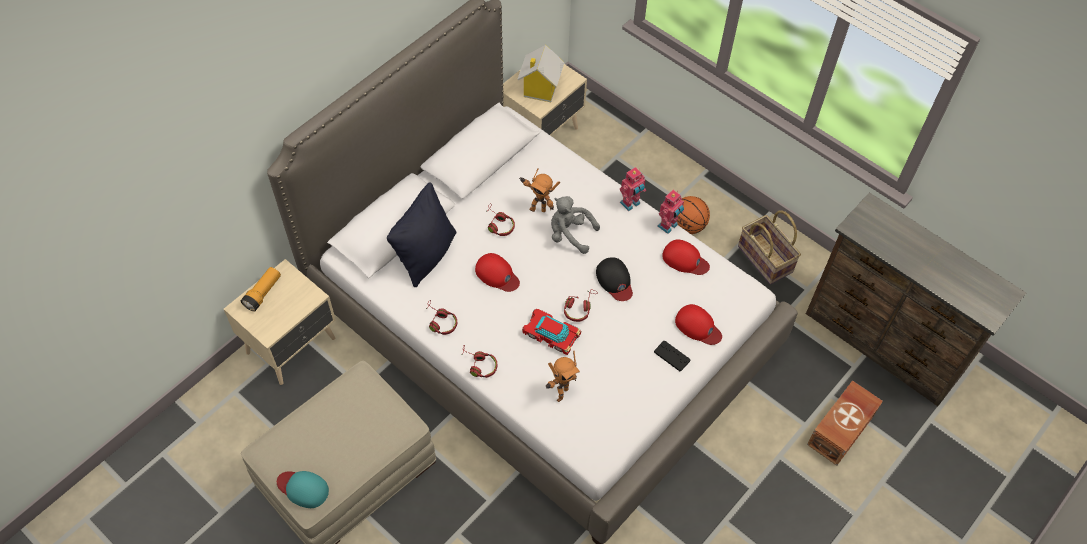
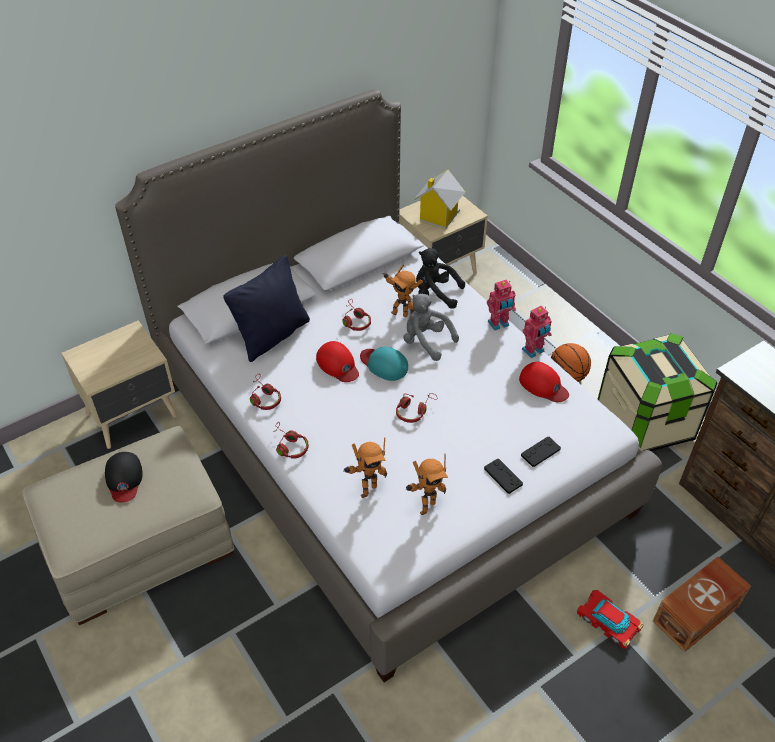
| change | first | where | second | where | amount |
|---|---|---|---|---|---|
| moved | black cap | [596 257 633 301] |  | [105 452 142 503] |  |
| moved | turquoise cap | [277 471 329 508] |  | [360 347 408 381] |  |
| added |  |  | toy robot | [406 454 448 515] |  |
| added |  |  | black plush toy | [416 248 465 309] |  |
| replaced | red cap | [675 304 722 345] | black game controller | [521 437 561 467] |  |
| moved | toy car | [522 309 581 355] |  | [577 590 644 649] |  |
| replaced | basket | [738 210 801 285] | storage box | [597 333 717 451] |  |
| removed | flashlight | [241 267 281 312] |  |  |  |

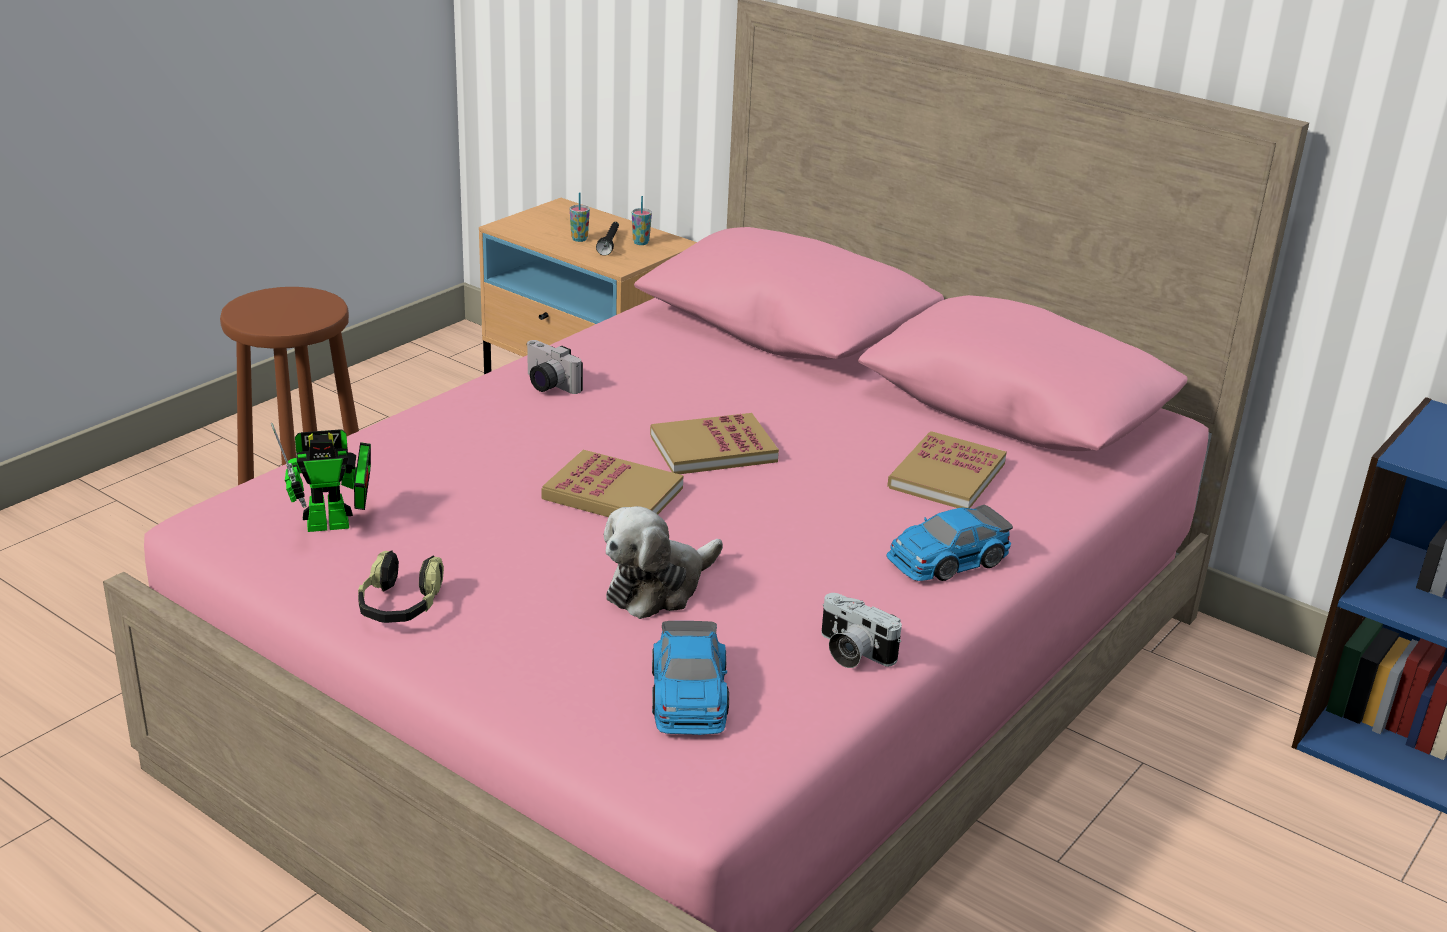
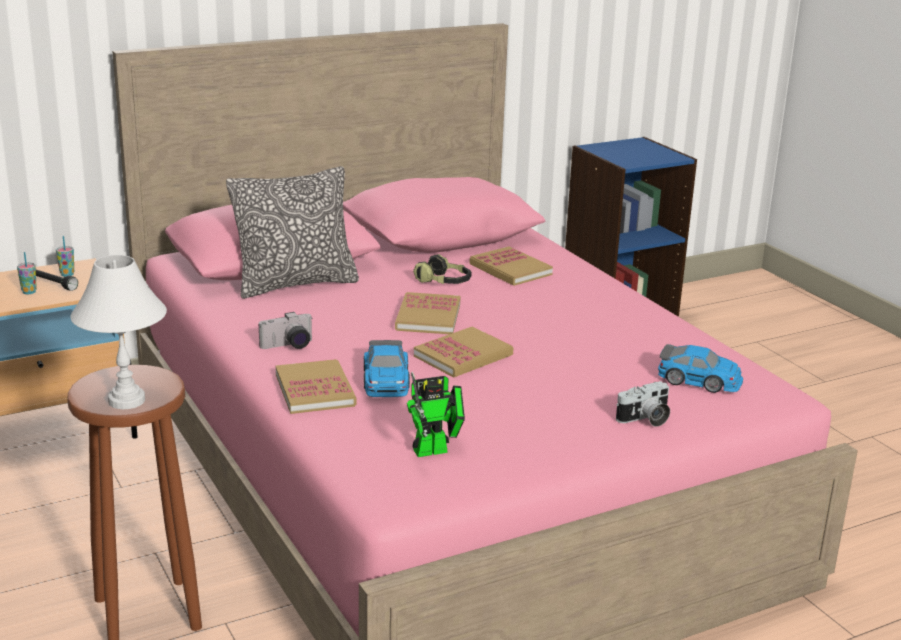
| change | first | where | second | where | amount |
|---|---|---|---|---|---|
| added |  |  | white table lamp | [71 255 167 409] |  |
| added |  |  | pillow | [226 166 359 299] |  |
| added |  |  | book | [276 359 356 414] |  |
| moved | toy car | [886 505 1013 581] |  | [364 340 410 397] |  |
| turned | toy robot | [271 423 371 532] |  | [407 372 465 457] | 60 degrees clockwise |
| moved | headphones | [358 550 444 623] |  | [413 254 472 284] |  |
| moved | photo camera | [821 593 902 668] |  | [616 381 670 427] |  |
| removed | plush toy | [604 506 723 619] |  |  |  |

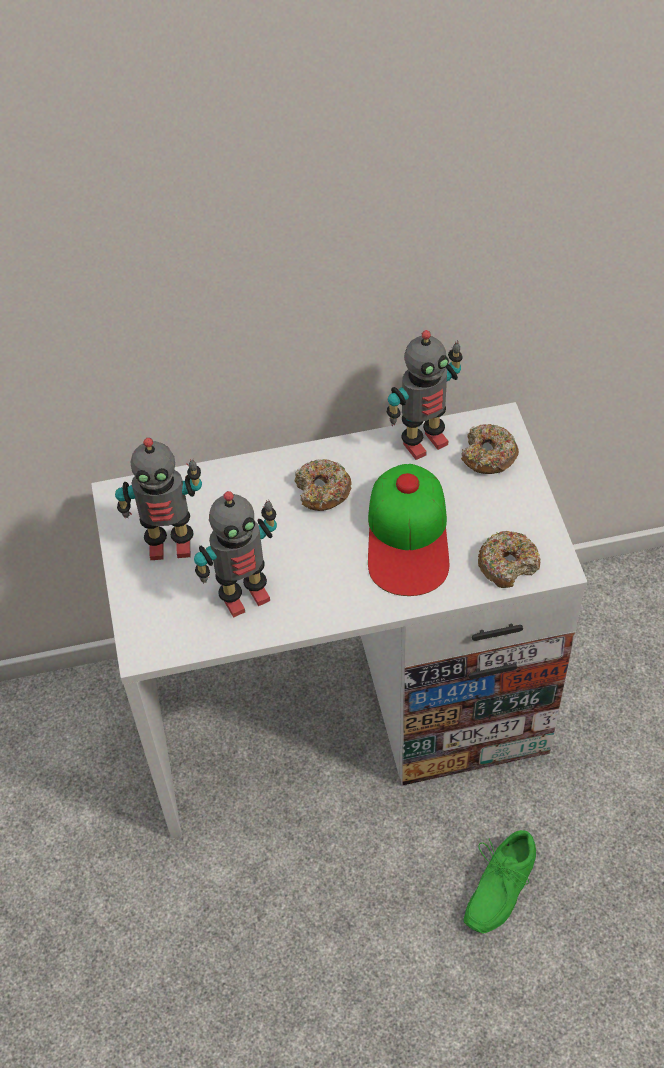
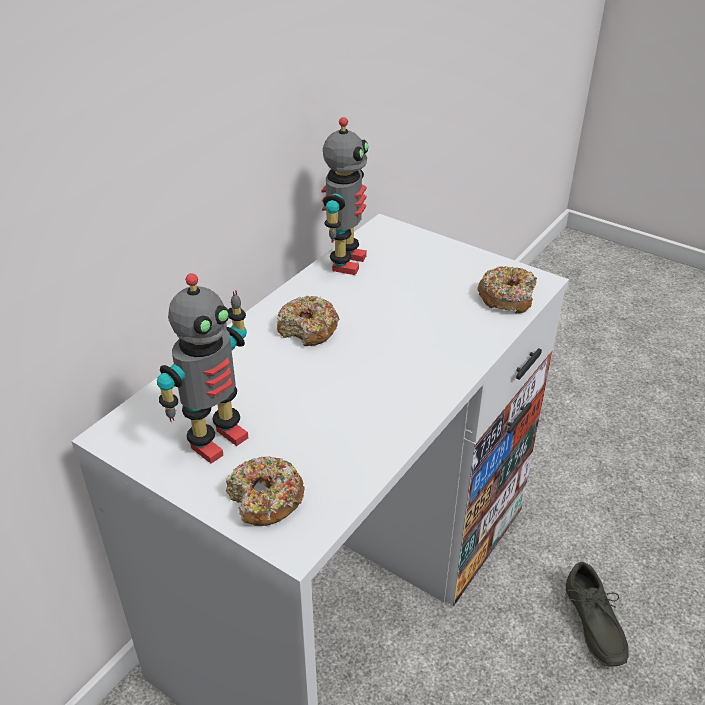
| change | first | where | second | where | amount |
|---|---|---|---|---|---|
| moved | donut | [461 424 519 474] |  | [226 456 305 526] |  |
| recoloured | green shoe | [464 830 536 934] | grey shoe | [566 562 629 667] |  |
| removed | toy robot | [194 491 277 618] |  |  |  |
| removed | cap | [368 464 449 596] |  |  |  |

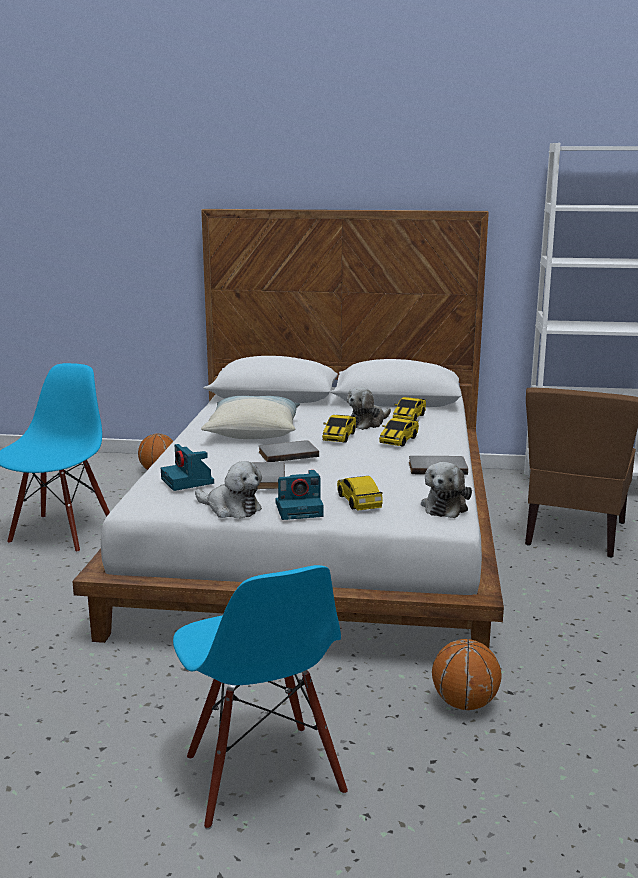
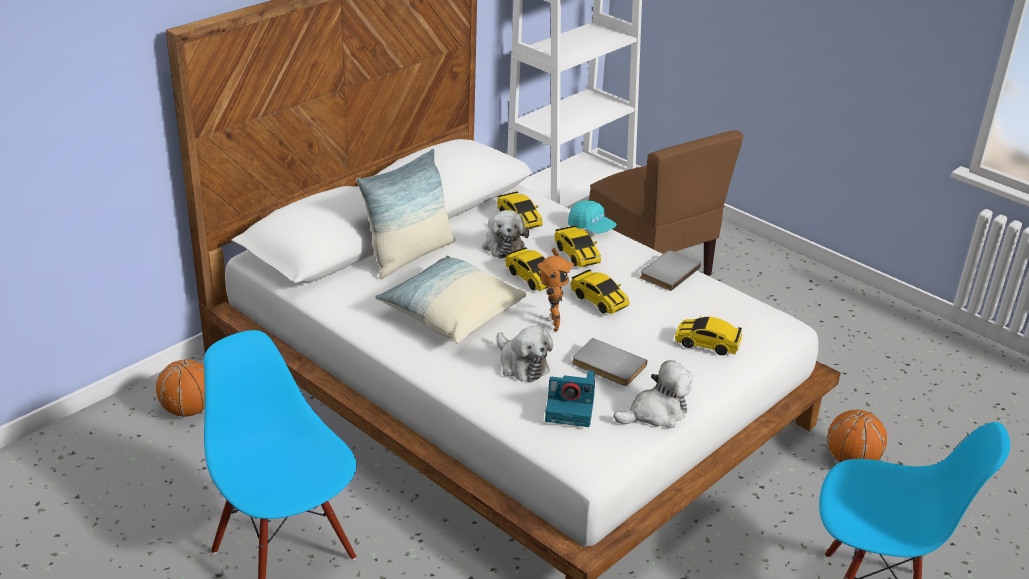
| change | first | where | second | where | amount |
|---|---|---|---|---|---|
| added |  |  | pillow | [356 149 456 279] |  |
| moved | plush toy | [421 462 472 518] |  | [496 326 553 382] |  |
| replaced | grey book | [258 440 319 462] | toy robot | [537 248 575 332] |  |
| added |  |  | turquoise cap | [568 201 617 234] |  |
| added |  |  | toy car | [570 269 630 314] |  |
| removed | photo camera | [275 470 324 520] |  |  |  |

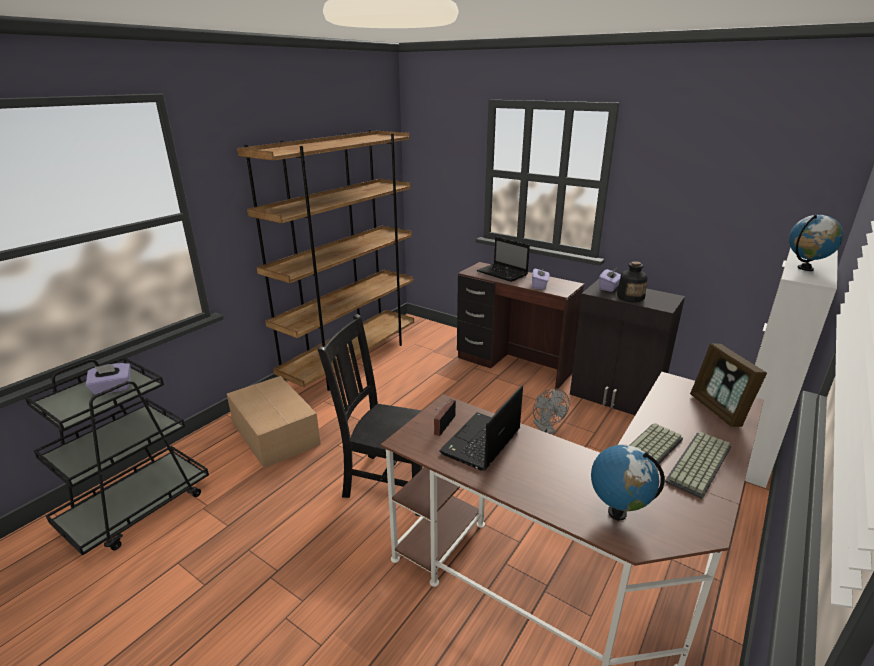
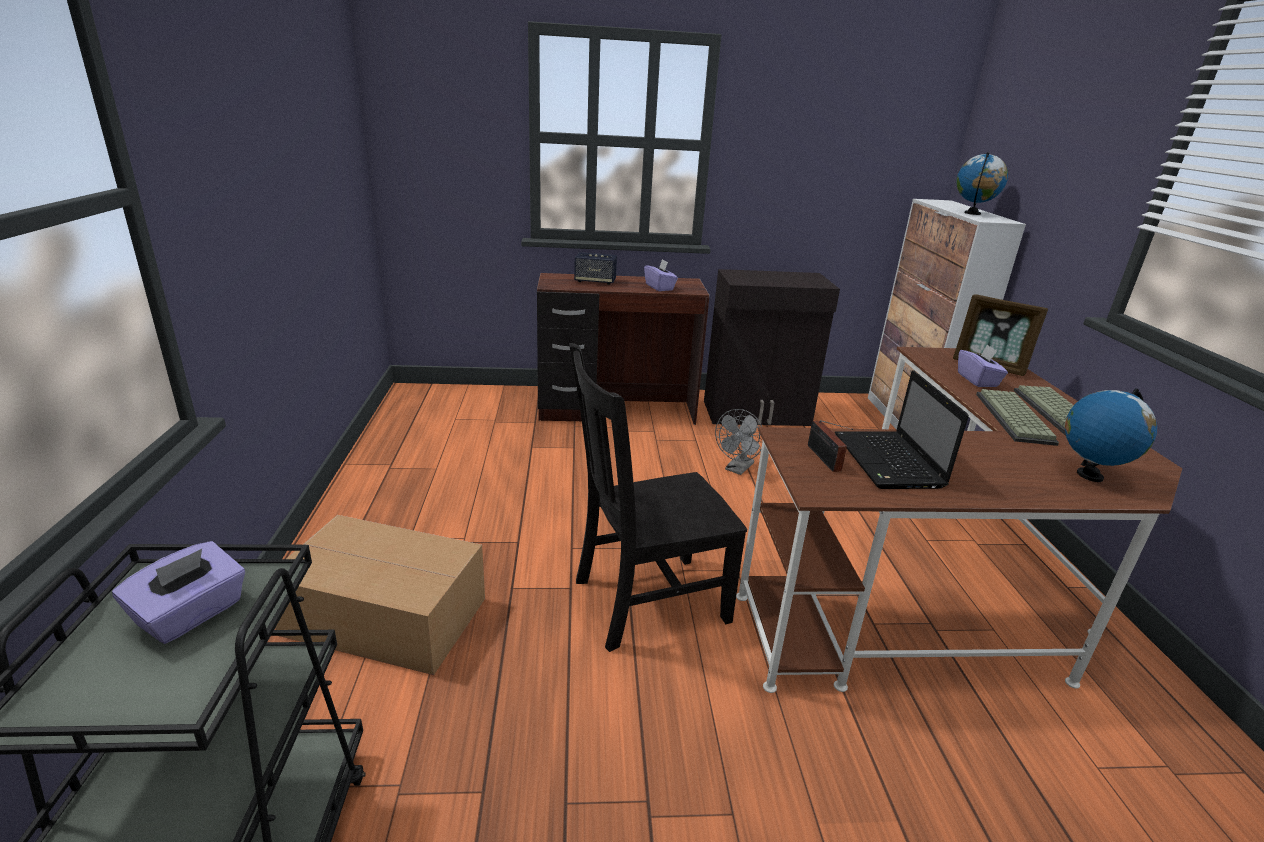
| change | first | where | second | where | amount |
|---|---|---|---|---|---|
| replaced | laptop | [477 237 530 282] | speaker | [574 252 617 285] |  |
| turned | grey fan | [533 388 569 434] |  | [715 409 763 475] | 90 degrees clockwise |
| moved | purple tissue box | [599 268 621 292] |  | [958 344 1008 387] |  |
| removed | brown bookcase | [237 130 414 391] |  |  |  |
| removed | bottle | [617 261 647 302] |  |  |  |

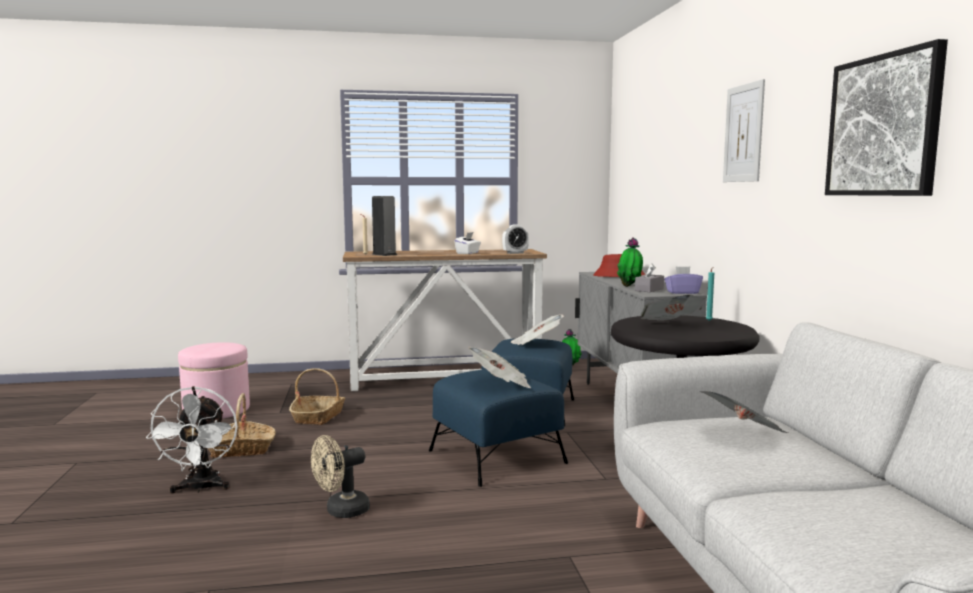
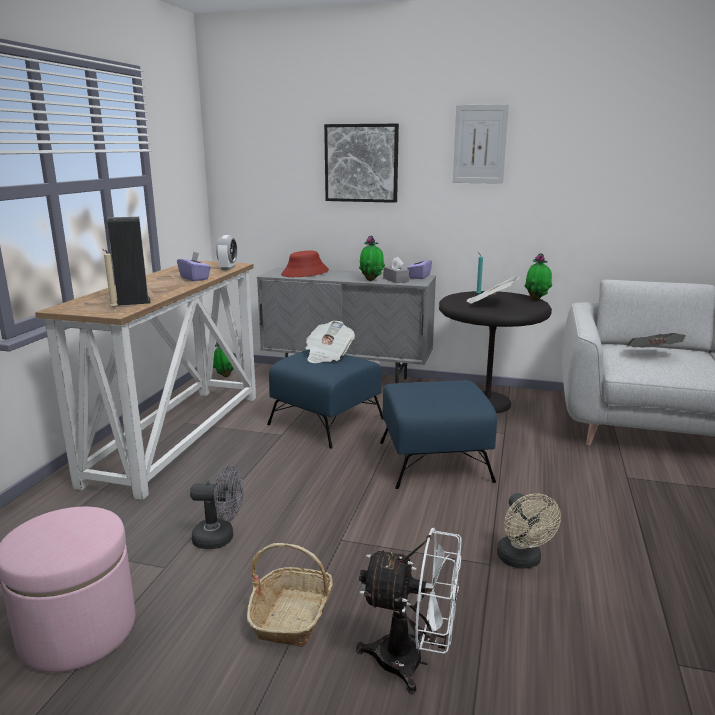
| change | first | where | second | where | amount |
|---|---|---|---|---|---|
| recoloured | white tissue box | [454 232 481 254] | purple tissue box | [177 251 211 281] |  |
| replaced | basket | [289 368 345 425] | grey fan | [190 465 244 549] |  |
| moved | picture | [825 39 948 196] |  | [324 124 399 203] |  |
| added |  |  | potted plant | [525 253 552 300] |  |
| removed | newspaper | [468 347 531 388] |  |  |  |

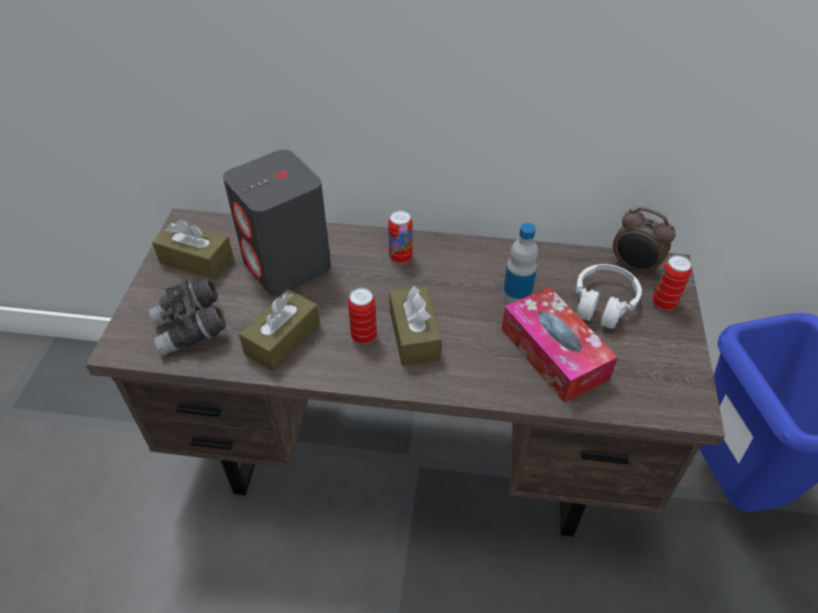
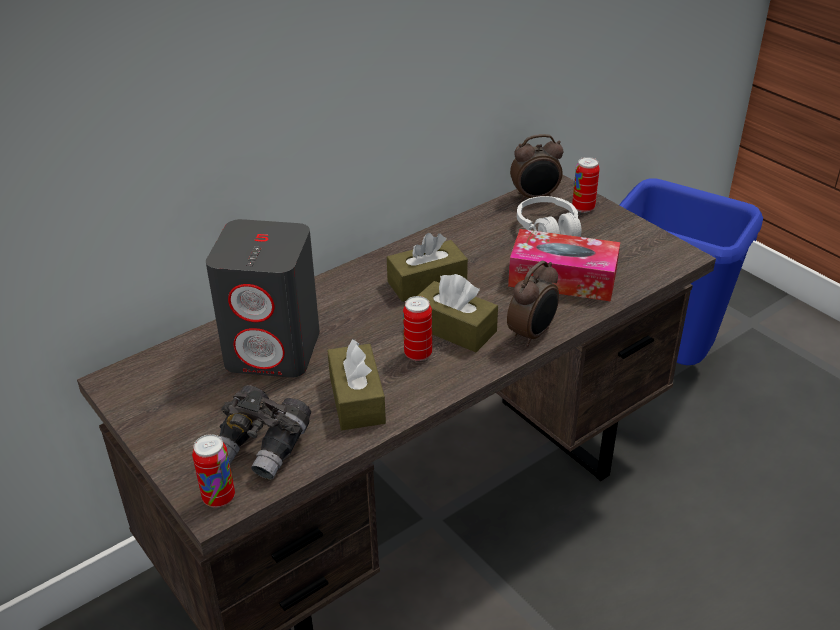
| change | first | where | second | where | amount |
|---|---|---|---|---|---|
| moved | can | [388 210 413 264] |  | [192 434 235 508] |  |
| moved | brown tissue box | [152 219 234 280] |  | [387 233 468 302] |  |
| added |  |  | alarm clock | [507 260 559 347] |  |
| removed | bottle | [502 223 538 305] |  |  |  |

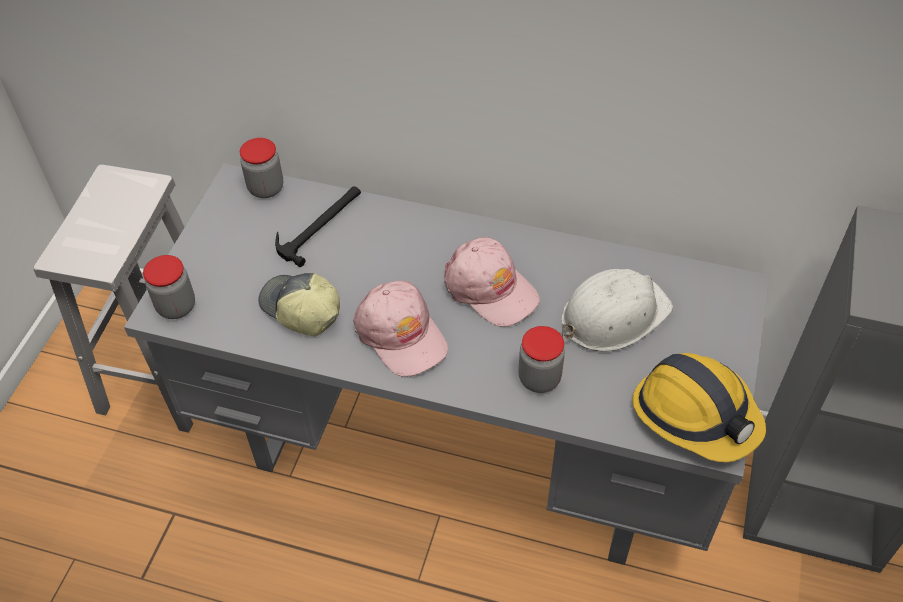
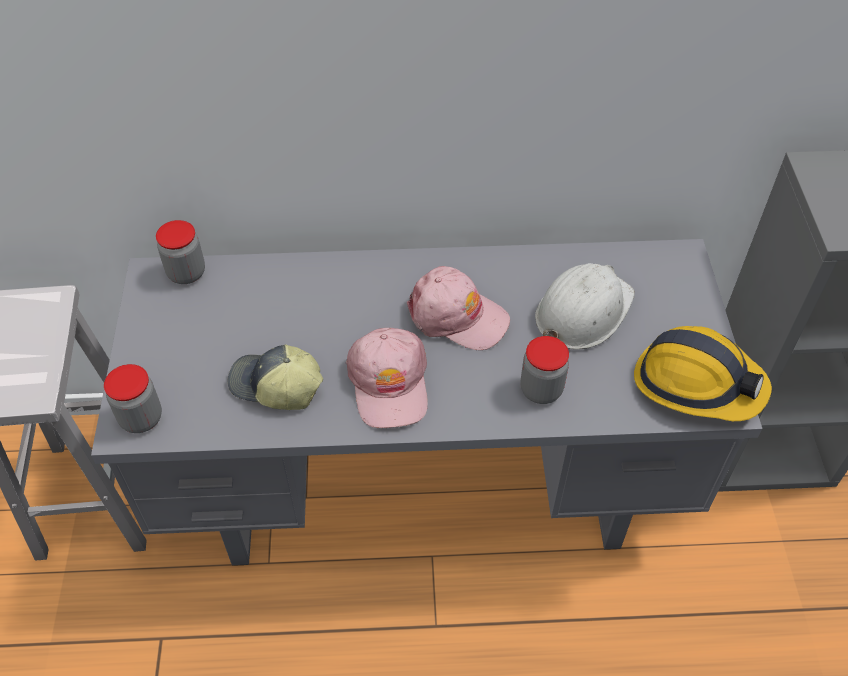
| change | first | where | second | where | amount |
|---|---|---|---|---|---|
| turned | pink cap | [353 281 448 377] |  | [346 328 428 428] | 45 degrees clockwise |
| removed | hammer | [275 186 361 267] |  |  |  |

